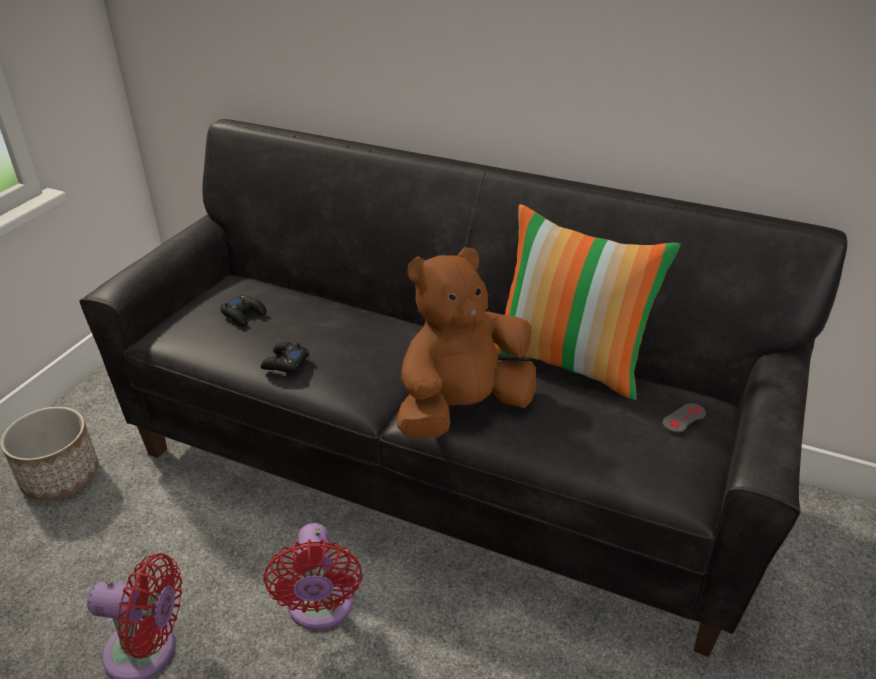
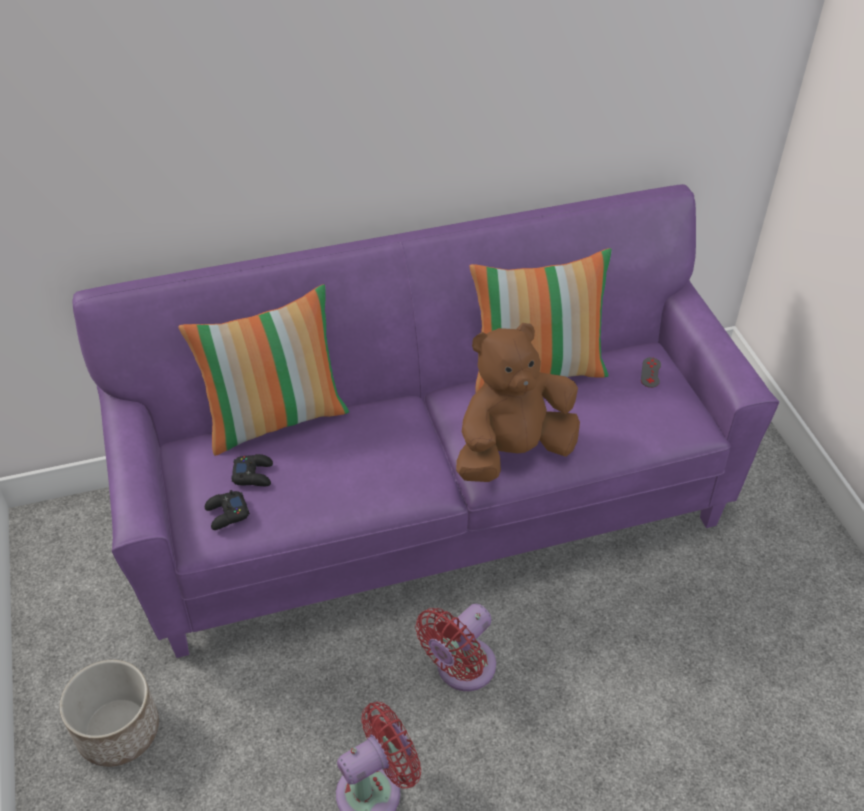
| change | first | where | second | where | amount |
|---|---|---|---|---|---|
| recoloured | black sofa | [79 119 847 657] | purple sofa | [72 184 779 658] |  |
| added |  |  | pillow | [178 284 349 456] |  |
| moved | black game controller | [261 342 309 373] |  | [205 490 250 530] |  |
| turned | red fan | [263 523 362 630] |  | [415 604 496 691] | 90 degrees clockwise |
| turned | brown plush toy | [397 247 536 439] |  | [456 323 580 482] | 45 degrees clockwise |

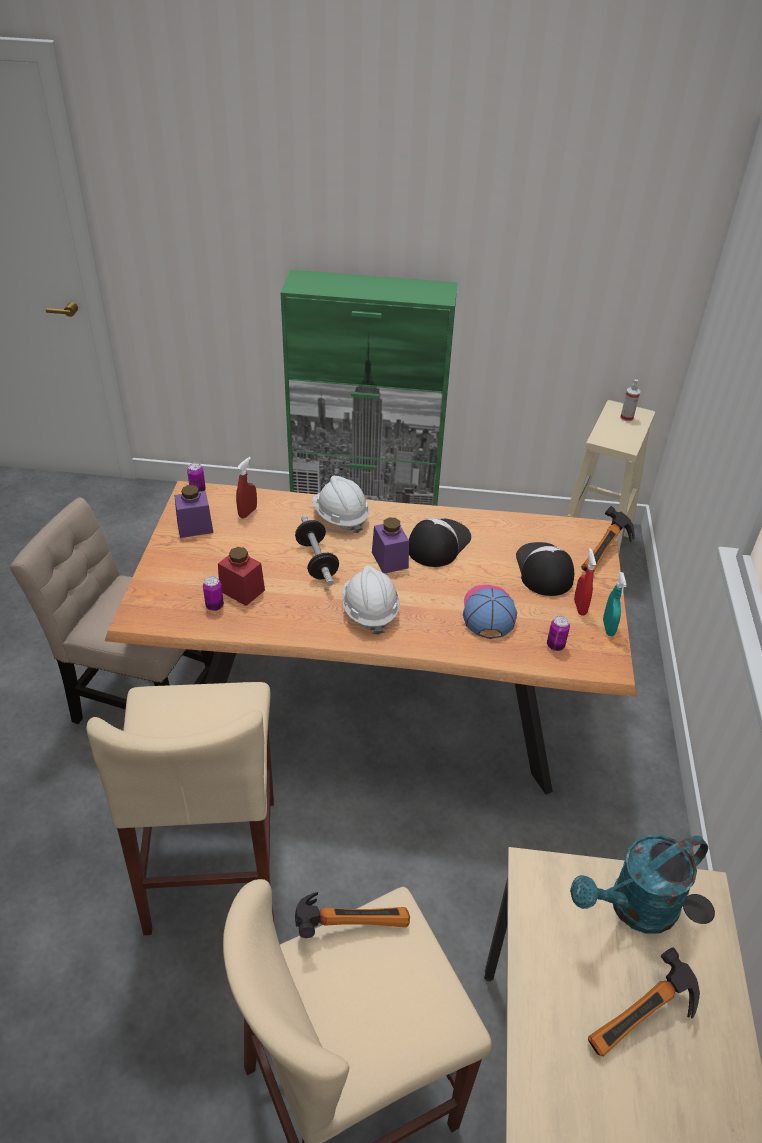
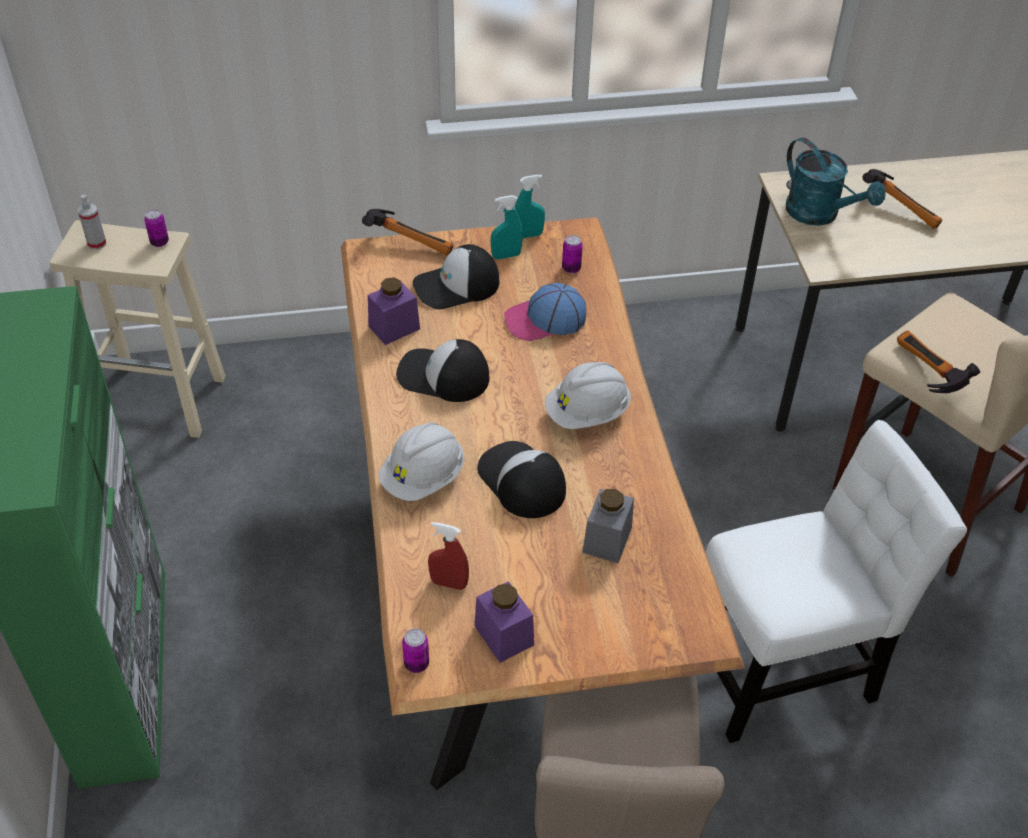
| change | first | where | second | where | amount |
|---|---|---|---|---|---|
| moved | can | [203 576 224 611] |  | [144 209 169 247] |  |
| moved | purple jar | [372 517 409 574] |  | [368 277 420 345] |  |
| replaced | dumbbell | [295 515 339 586] | cap | [478 441 566 518] |  |
| recoloured | red spray bottle | [574 548 596 616] | turquoise spray bottle | [491 195 523 259] |  |
| recoloured | red jar | [218 547 265 606] | grey jar | [582 489 634 563] |  |
| replaced | beige stool | [86 682 274 935] | white chair | [706 420 967 743] |  |

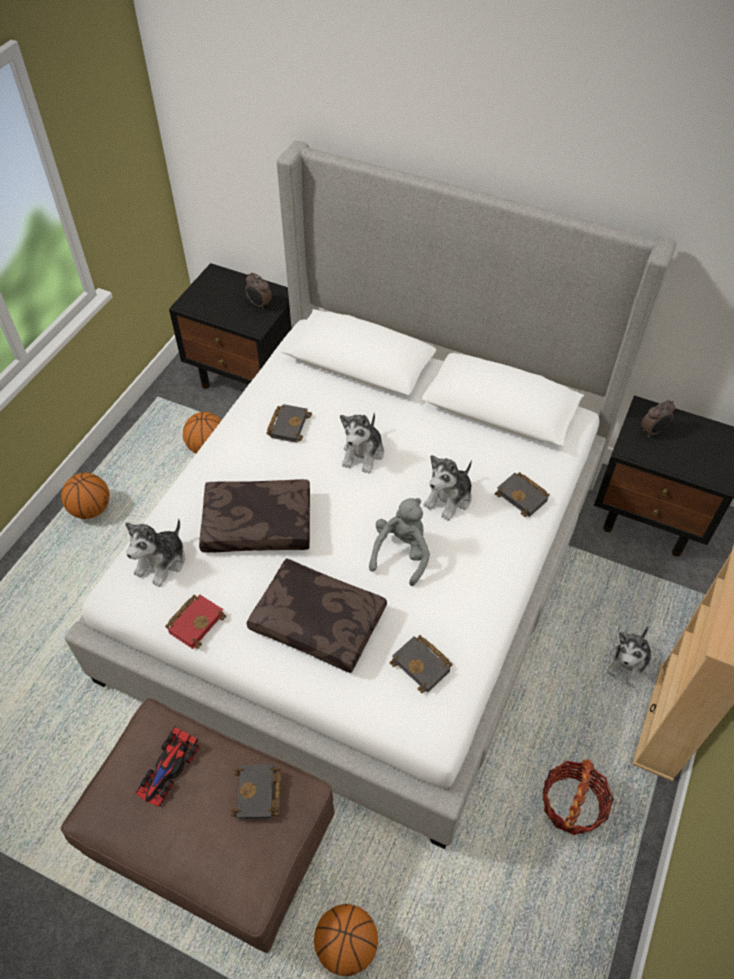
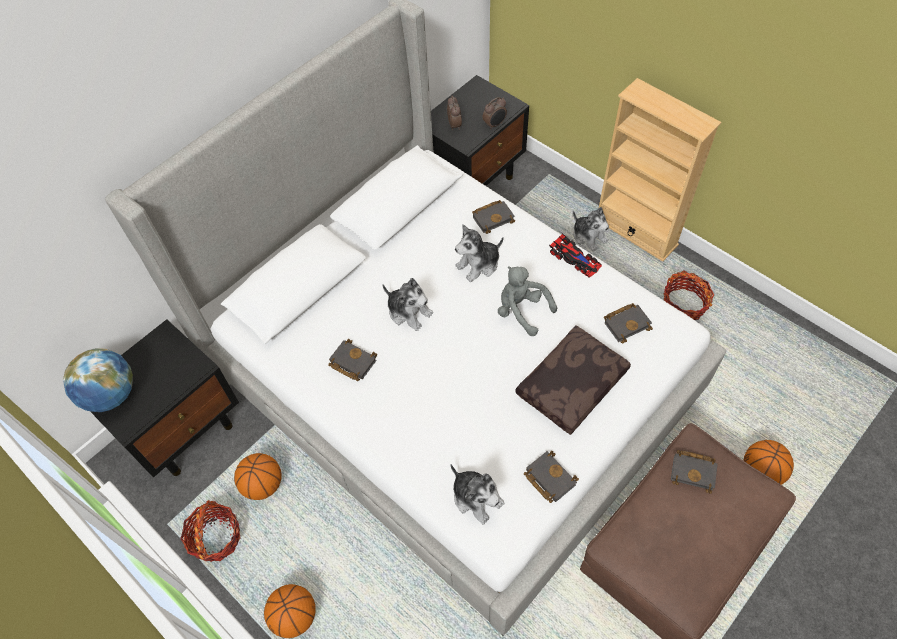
| change | first | where | second | where | amount |
|---|---|---|---|---|---|
| added |  |  | globe | [63 348 133 412] |  |
| added |  |  | basket | [180 500 241 562] |  |
| turned | plush toy | [424 455 472 521] |  | [455 225 503 282] | 90 degrees clockwise |
| moved | alarm clock | [245 273 272 310] |  | [483 97 507 130] |  |
| recoloured | red book | [165 595 227 649] | black book | [524 451 579 503] |  |
| moved | toy car | [136 727 199 807] |  | [549 234 602 278] |  |
| removed | brown pillow | [199 479 310 553] |  |  |  |

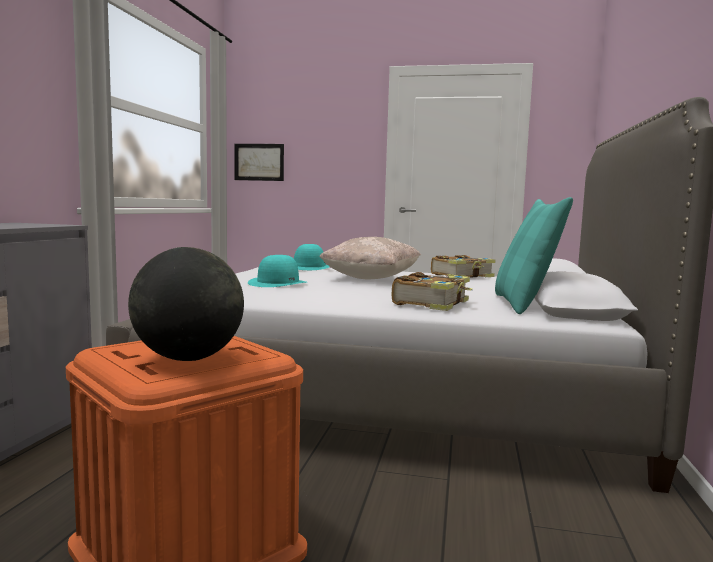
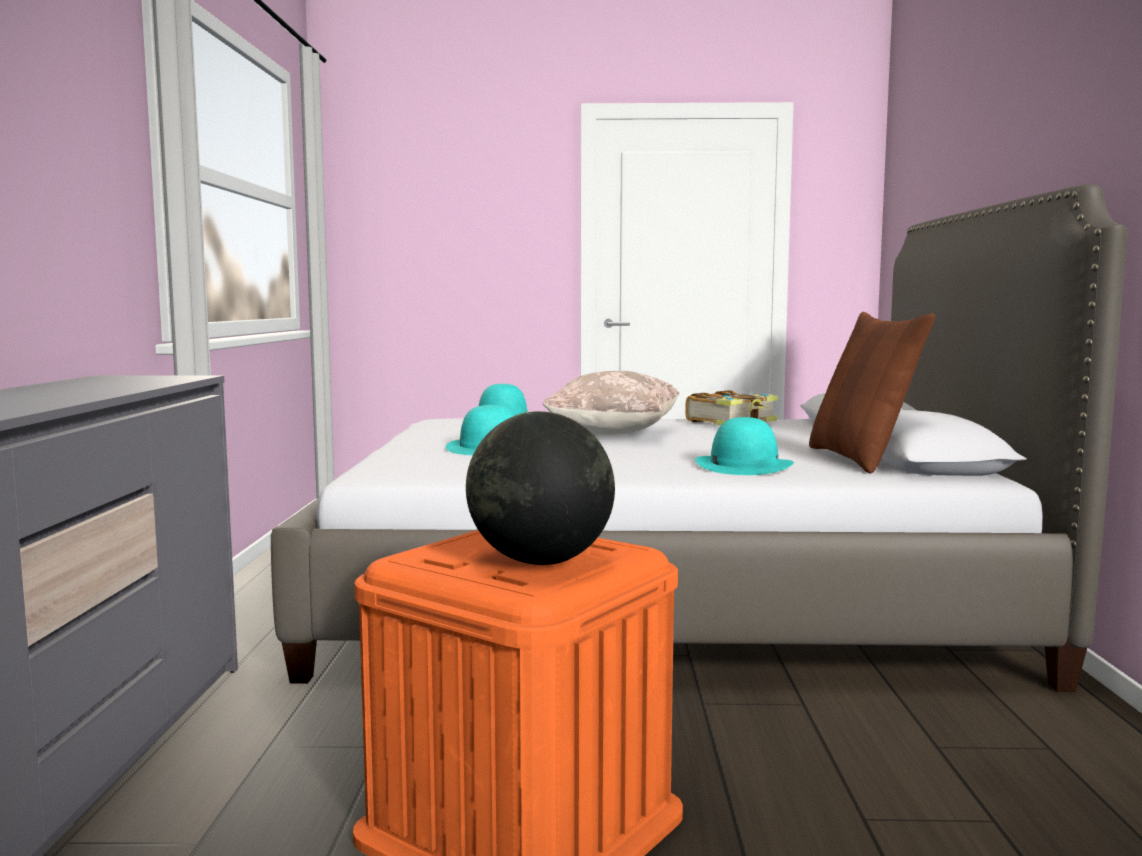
| change | first | where | second | where | amount |
|---|---|---|---|---|---|
| replaced | book | [392 272 473 311] | turquoise hat | [695 417 794 475] |  |
| recoloured | turquoise pillow | [495 197 573 314] | brown pillow | [809 312 935 474] |  |
| removed | picture | [234 144 284 181] |  |  |  |

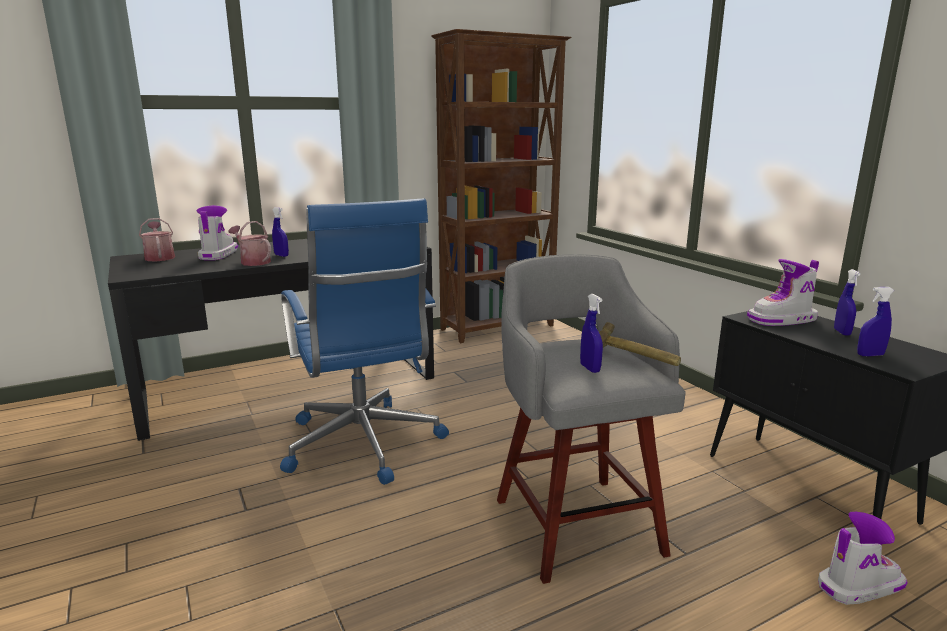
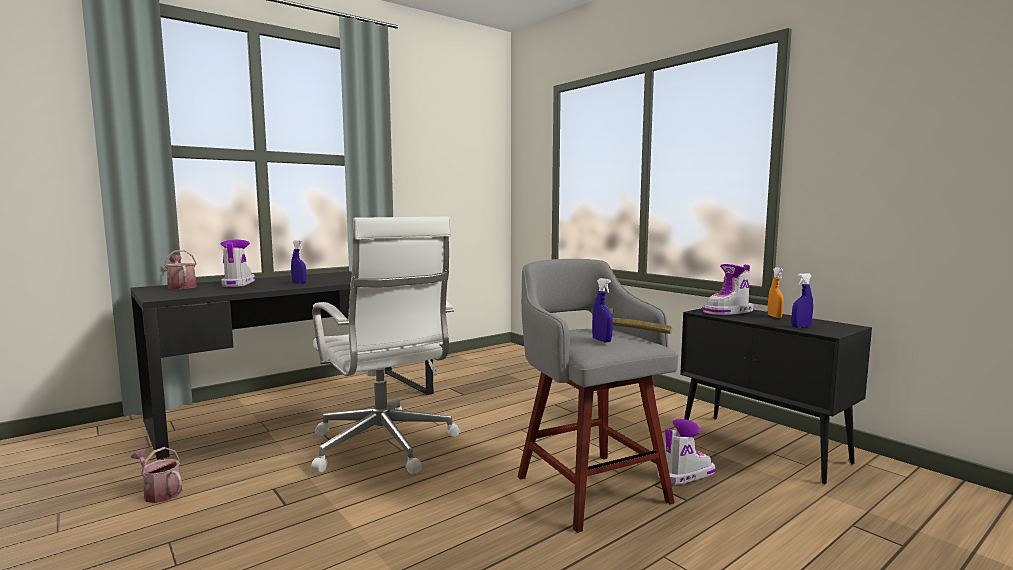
| change | first | where | second | where | amount |
|---|---|---|---|---|---|
| moved | watering can | [228 221 271 266] |  | [131 447 182 503] |  |
| recoloured | blue office chair | [280 198 449 485] | white office chair | [311 217 461 474] |  |
| moved | boot | [818 512 908 605] |  | [657 419 716 485] |  |
| recoloured | blue spray bottle | [834 269 861 336] | orange spray bottle | [768 267 784 318] |  |
| removed | brown bookcase | [431 29 572 343] |  |  |  |

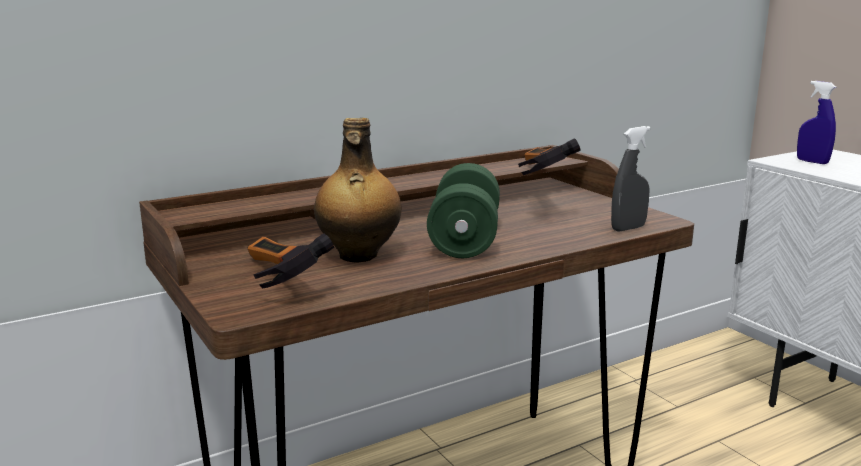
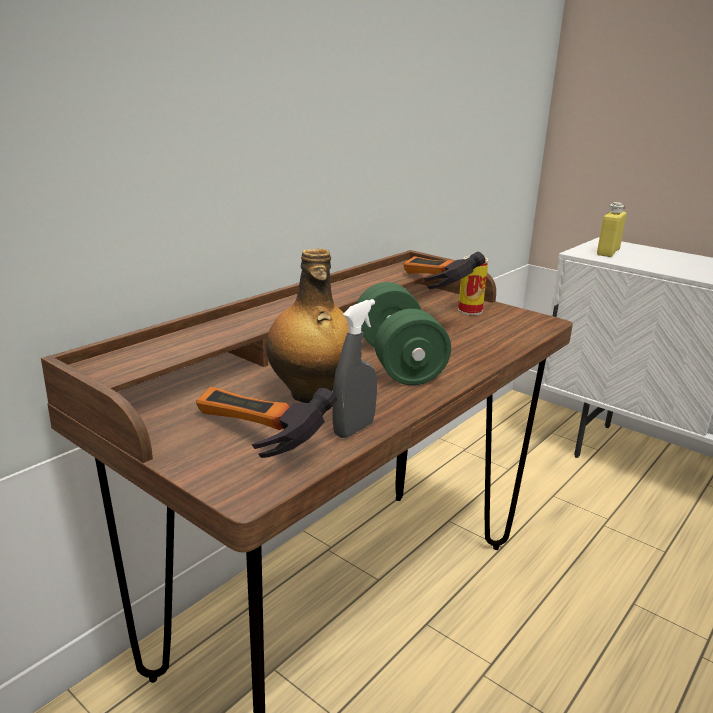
| change | first | where | second | where | amount |
|---|---|---|---|---|---|
| moved | grey spray bottle | [611 126 651 232] |  | [332 299 377 438] |  |
| added |  |  | can | [458 256 489 315] |  |
| replaced | blue spray bottle | [797 81 836 164] | yellow bottle | [597 202 627 257] |  |

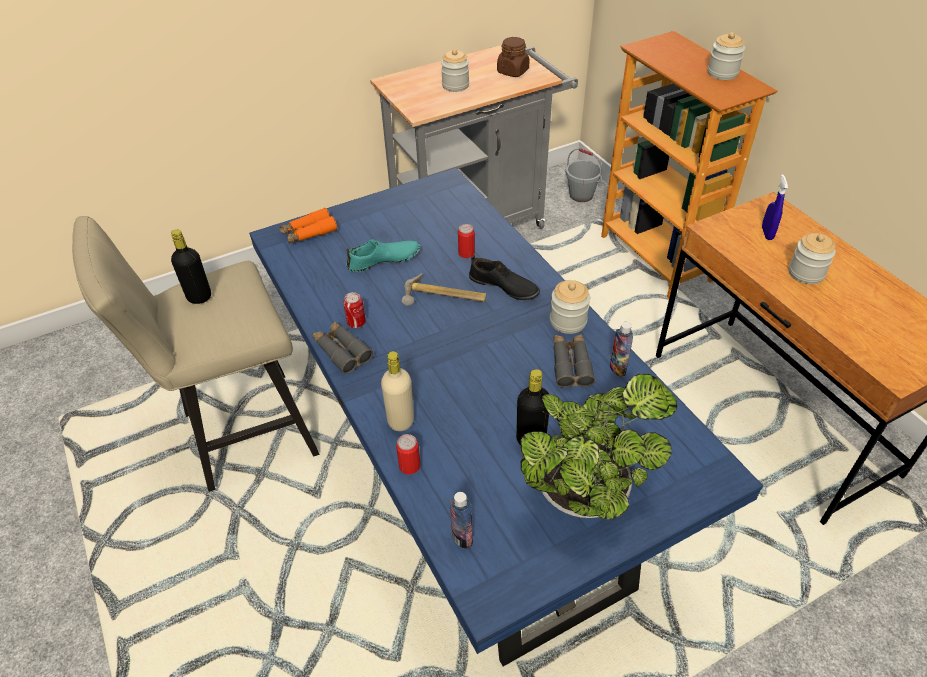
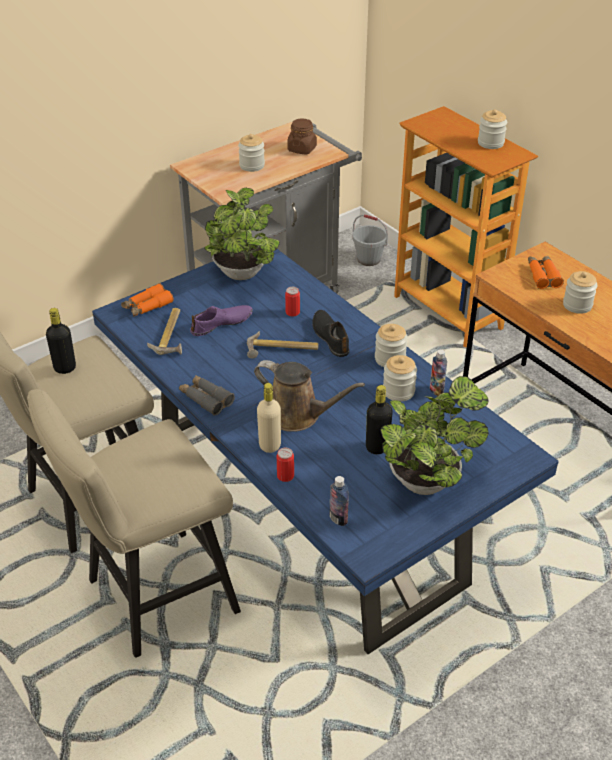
| change | first | where | second | where | amount |
|---|---|---|---|---|---|
| added |  |  | beige stool | [27 389 241 658] |  |
| added |  |  | hammer | [147 308 182 355] |  |
| recoloured | turquoise shoe | [346 239 420 273] | purple shoe | [190 305 253 336] |  |
| added |  |  | potted plant | [204 188 280 280] |  |
| added |  |  | brown watering can | [254 360 365 432] |  |
| turned | black shoe | [469 255 540 300] |  | [312 310 349 357] | 135 degrees counterclockwise |
| replaced | grey binoculars | [554 334 595 388] | jar | [383 355 417 402] |  |
| replaced | blue spray bottle | [762 174 788 240] | orange binoculars | [528 256 564 289] |  |
| removed | can | [343 292 366 328] |  |  |  |

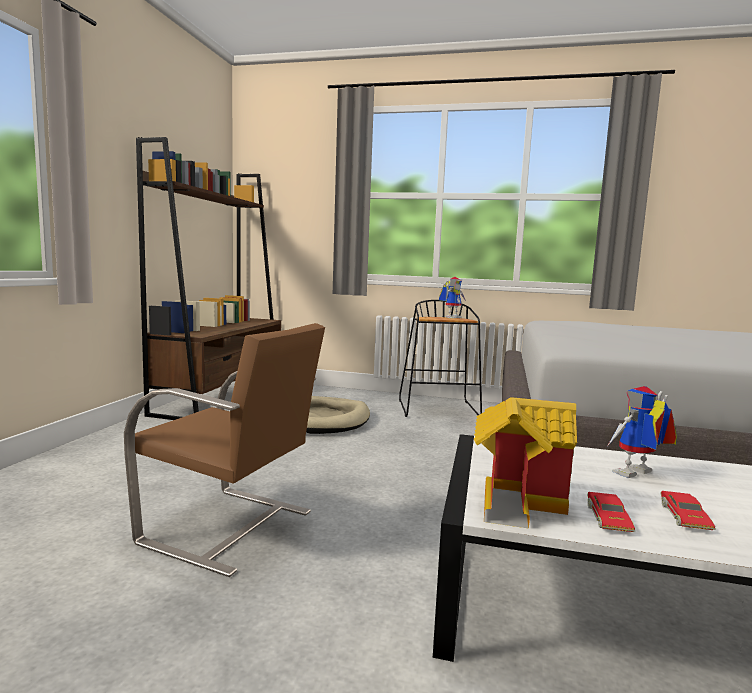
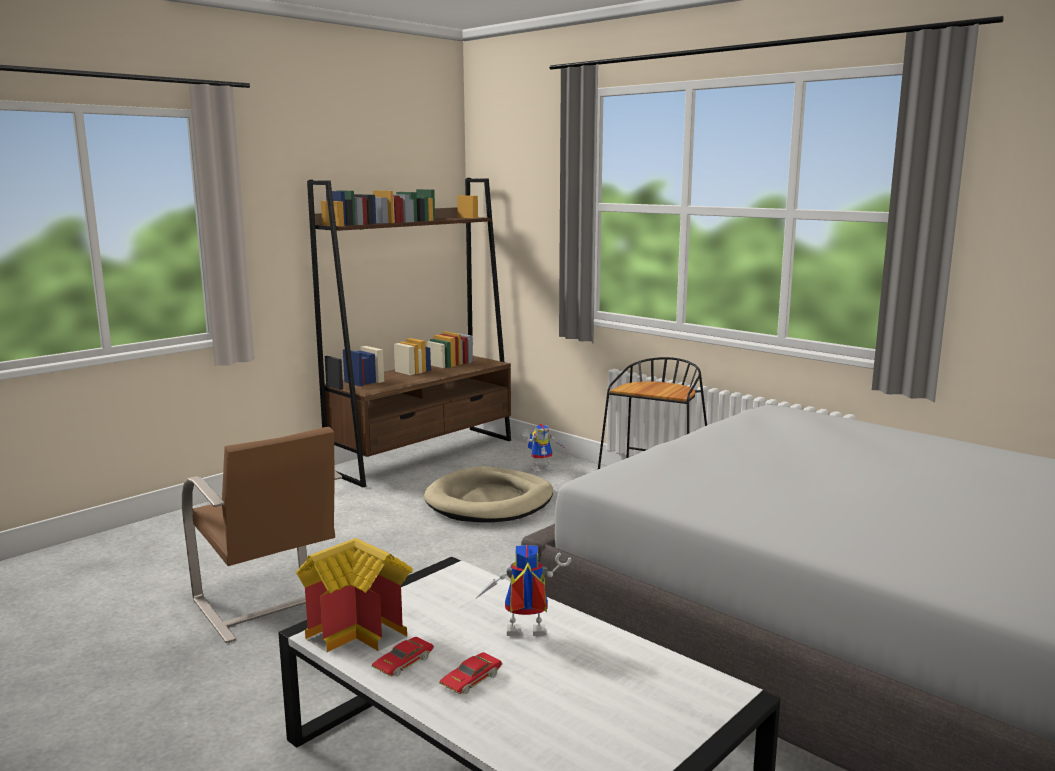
| change | first | where | second | where | amount |
|---|---|---|---|---|---|
| moved | toy robot | [439 277 466 318] |  | [521 424 566 472] |  |

